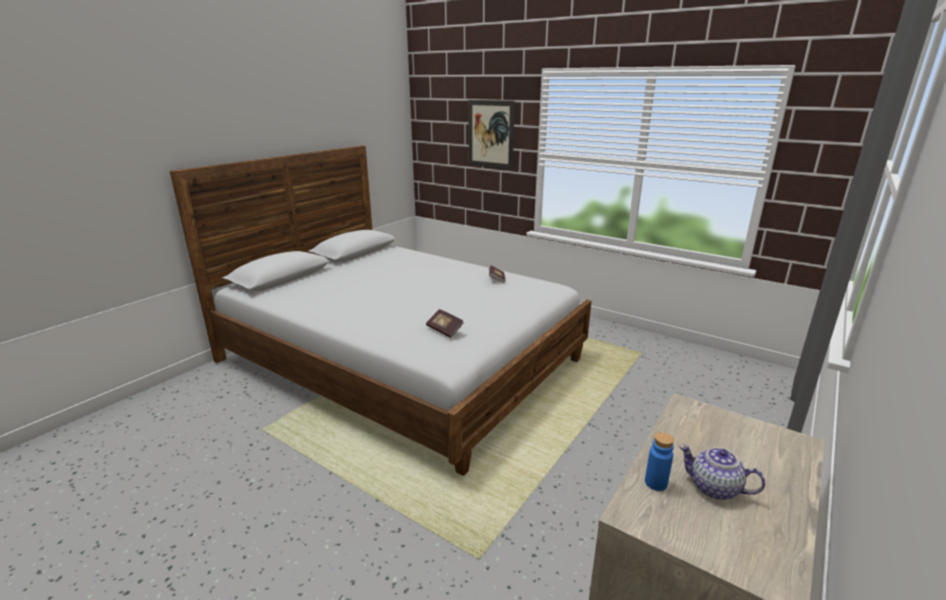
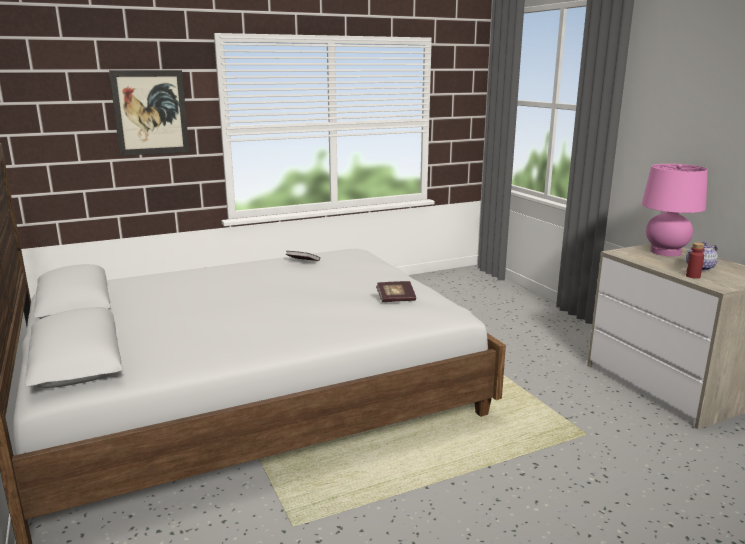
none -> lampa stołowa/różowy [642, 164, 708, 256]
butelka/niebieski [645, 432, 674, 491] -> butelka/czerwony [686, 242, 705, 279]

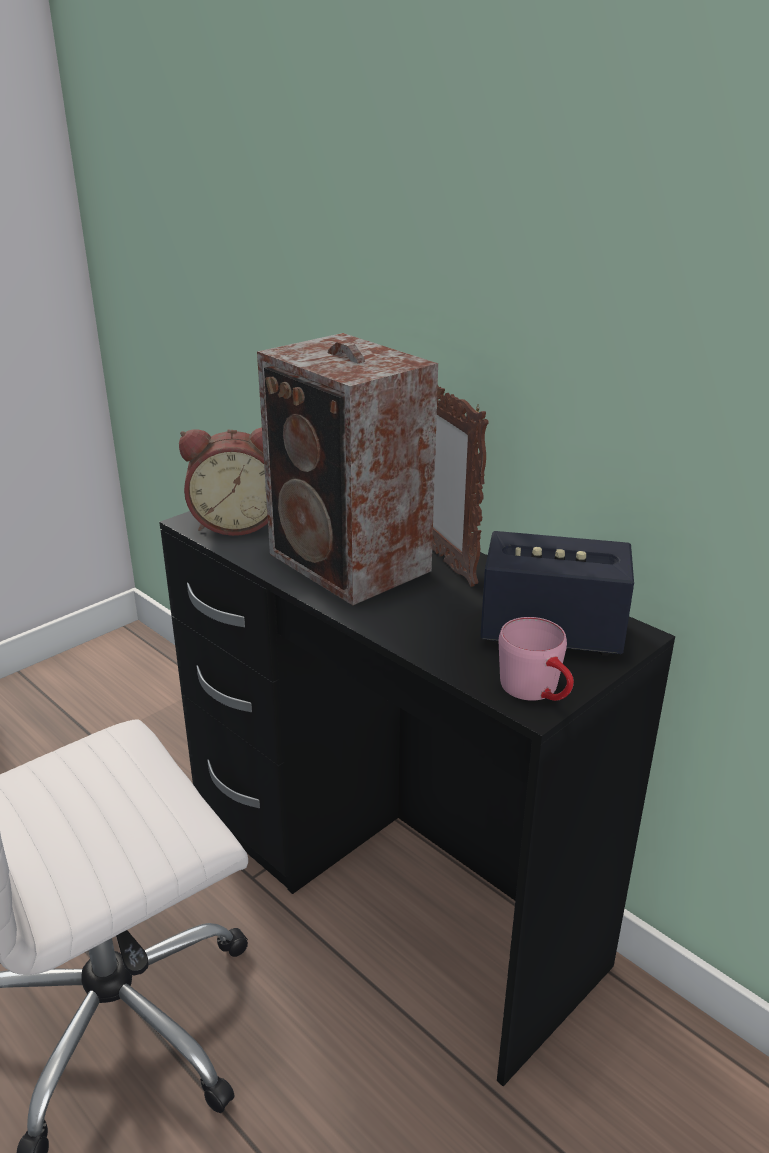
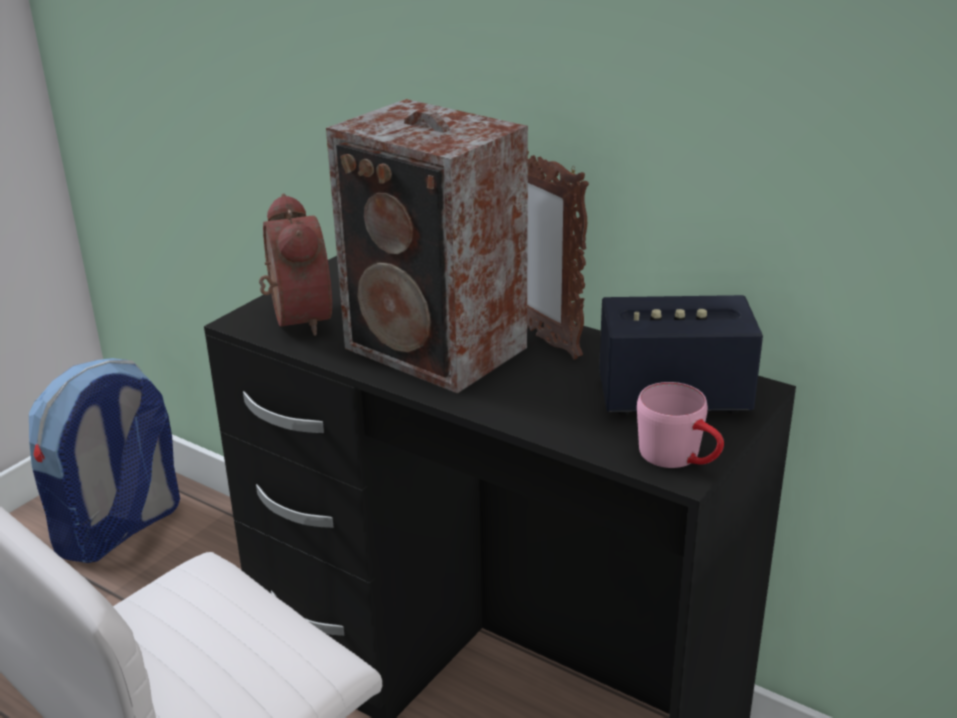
none -> plecak [29, 358, 180, 563]
budzik [179, 427, 268, 536] -> budzik [259, 194, 332, 336], 90 degrees counterclockwise

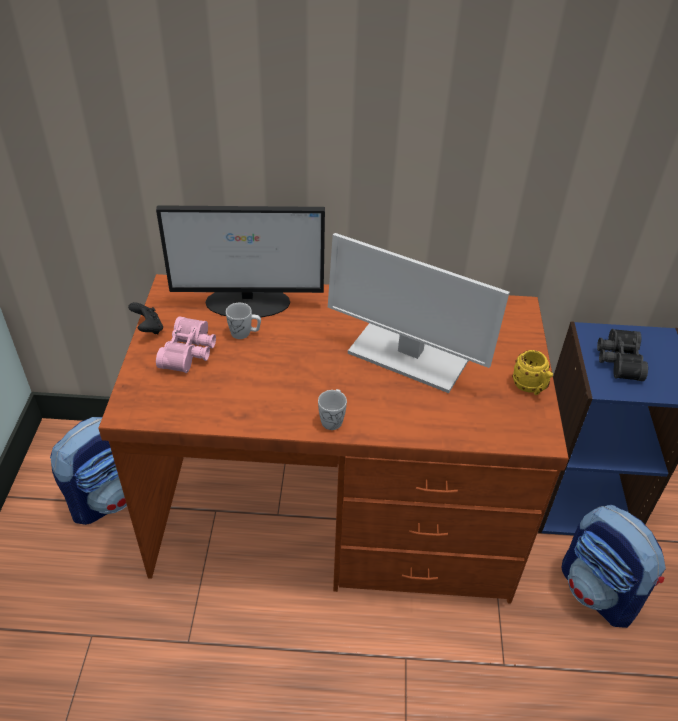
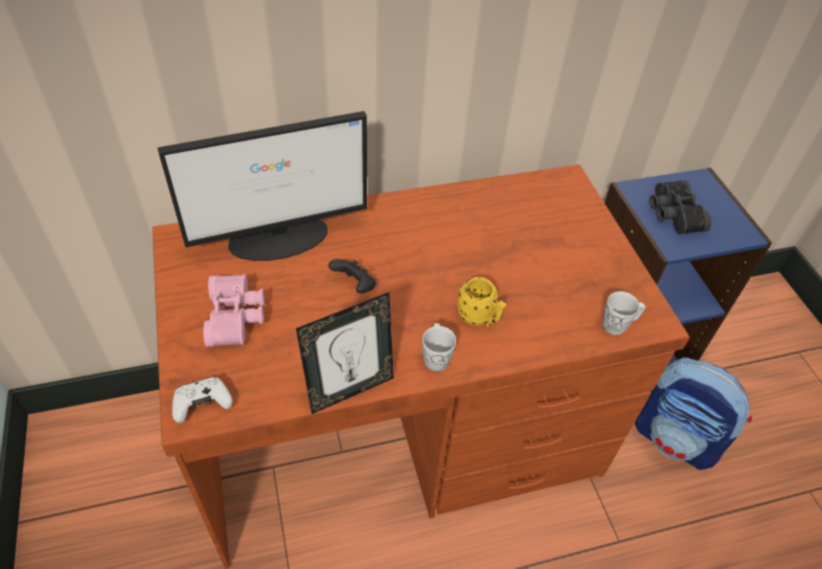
none -> pad do gier/biały [172, 377, 233, 424]
none -> ramka na zdjęcie [296, 292, 394, 414]
pad do gier/czarny [128, 302, 163, 334] -> pad do gier/czarny [328, 259, 376, 293], relocated
kubek/żółty [512, 350, 553, 395] -> kubek/żółty [457, 277, 506, 327], relocated
kubek/biały [226, 303, 261, 339] -> kubek/biały [602, 291, 646, 335], relocated
plecak [50, 417, 127, 525] -> none
monitor [328, 233, 510, 393] -> none

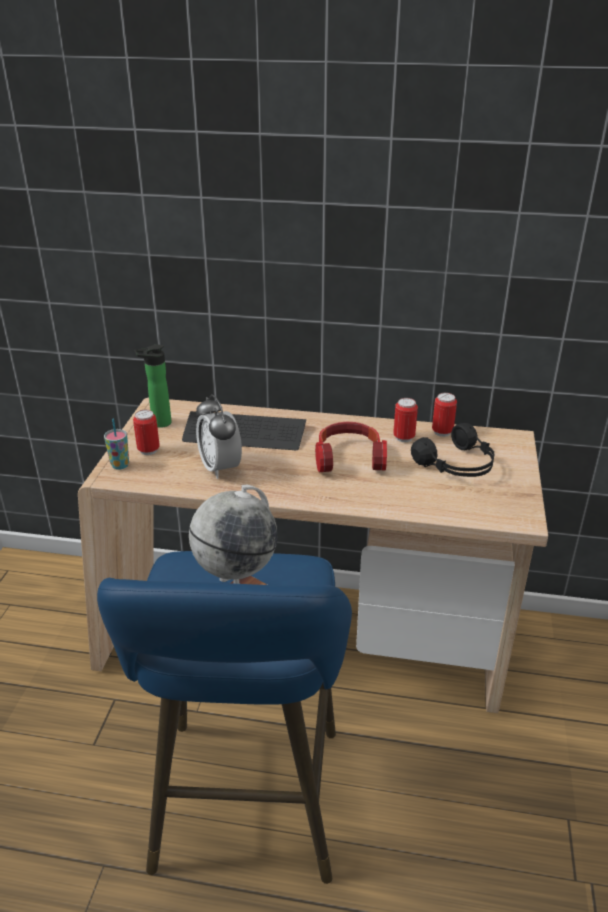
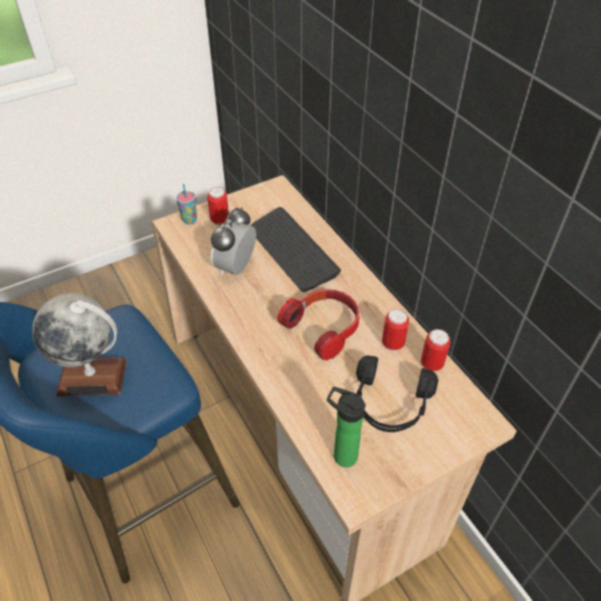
butelka [134, 345, 172, 428] -> butelka [327, 387, 366, 467], relocated

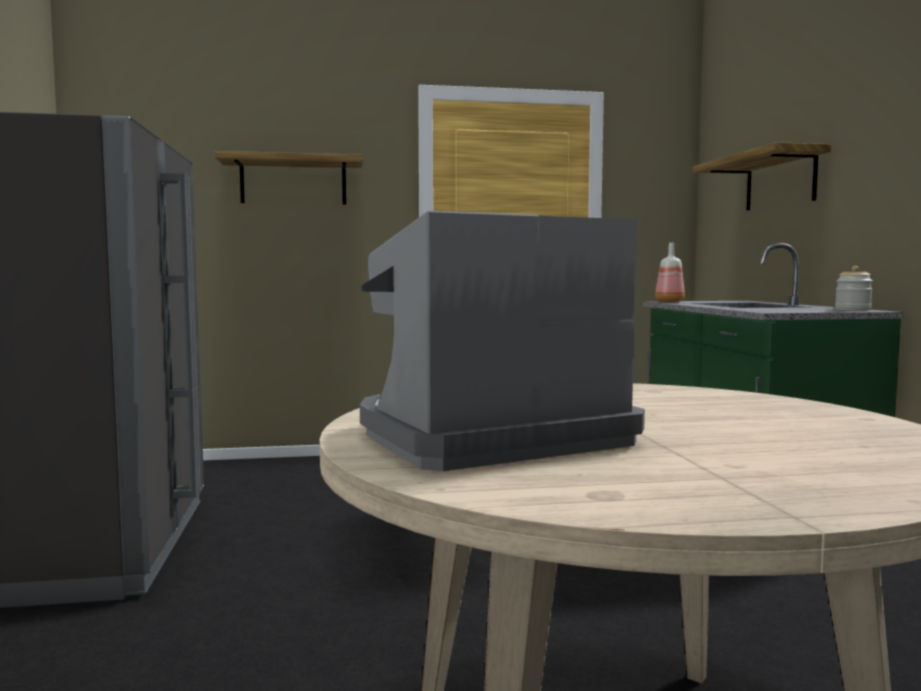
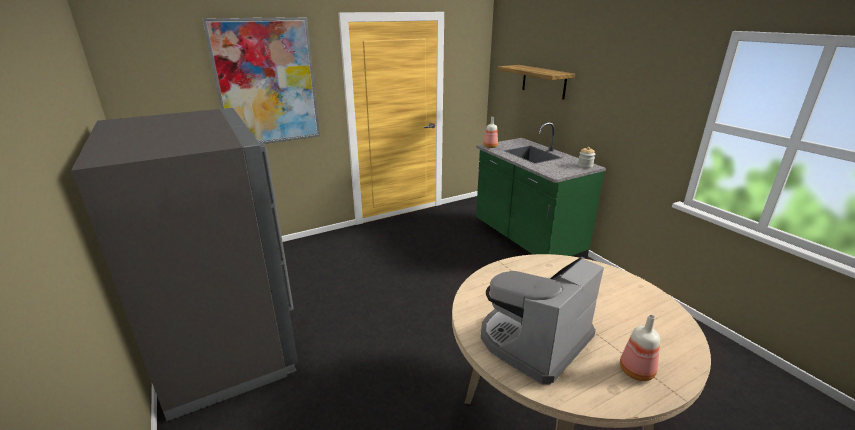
półka [215, 151, 363, 205] -> obraz [202, 17, 320, 144]
none -> butelka [620, 314, 660, 381]

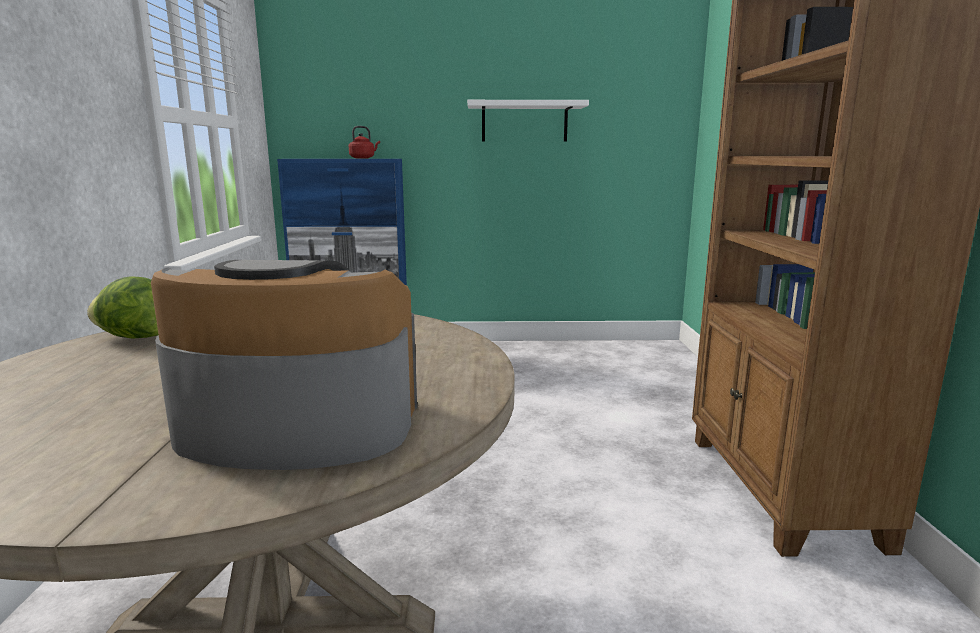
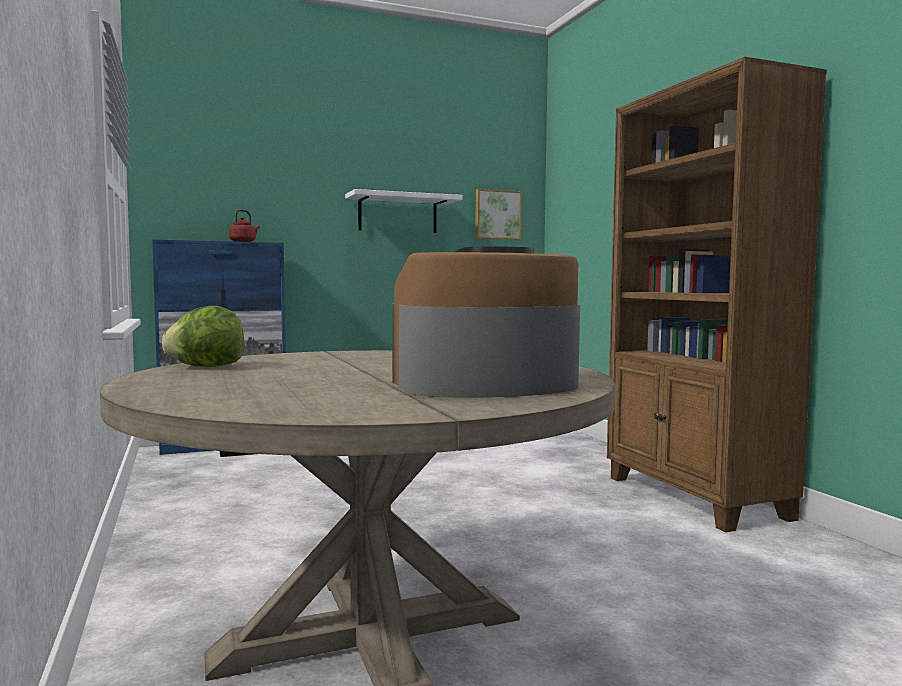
none -> obraz [475, 189, 522, 239]

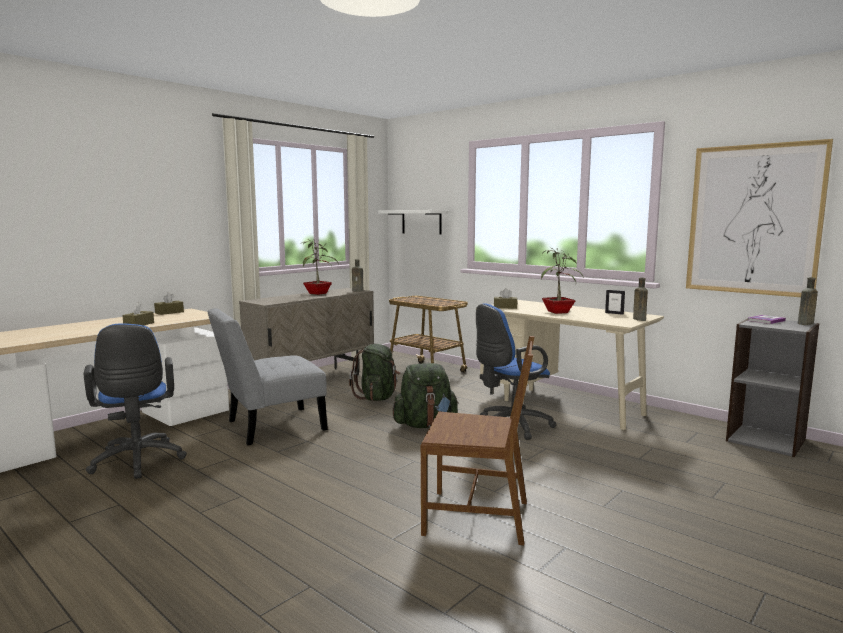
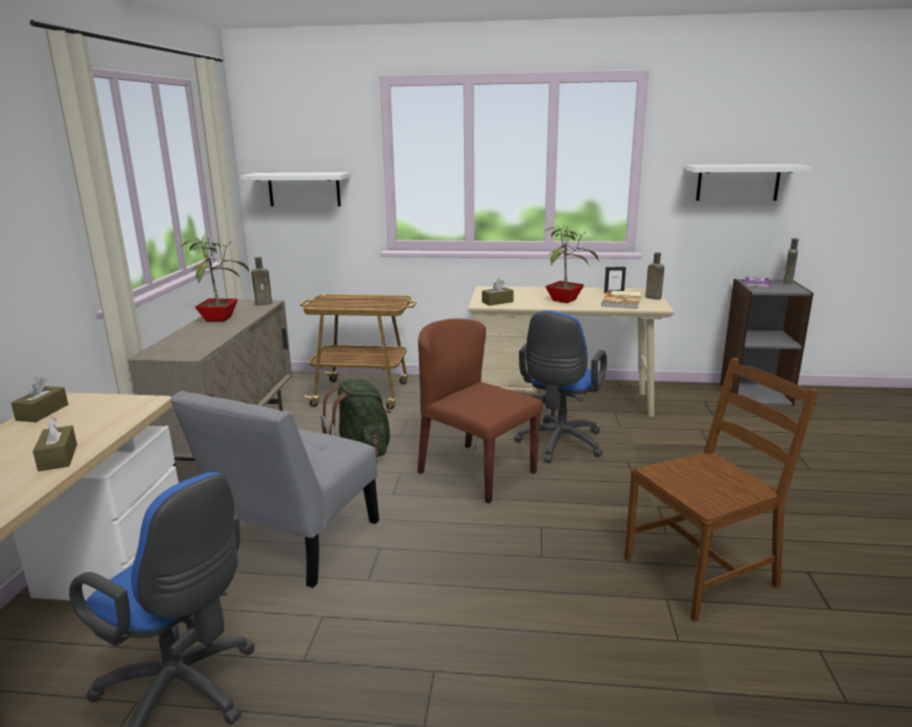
plecak/zielony [393, 363, 459, 428] -> krzesło/brązowy [418, 319, 543, 503]
none -> książka [602, 290, 641, 309]
obraz [686, 139, 833, 297] -> półka/biały [686, 164, 811, 201]

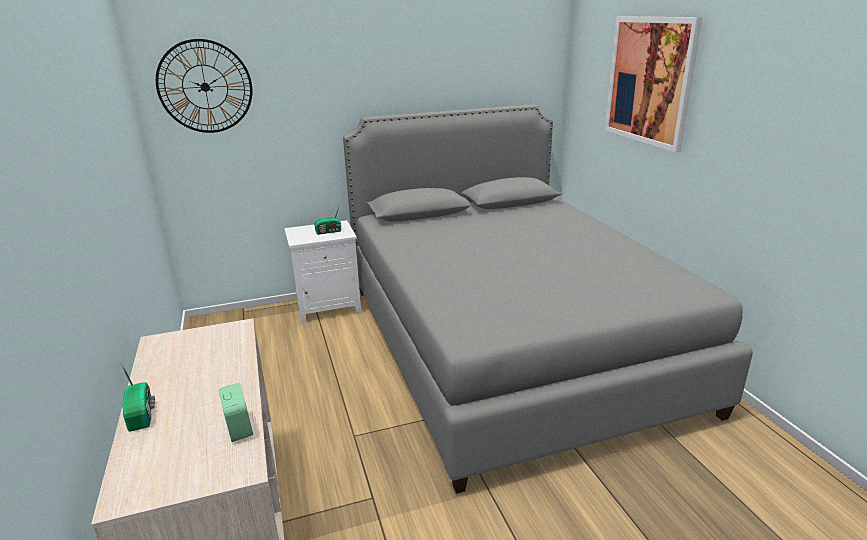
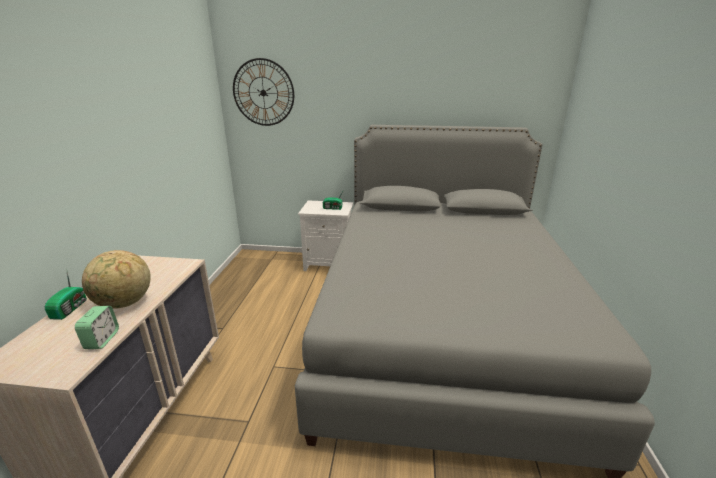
none -> globus [82, 250, 151, 309]
obraz [605, 16, 702, 153] -> none

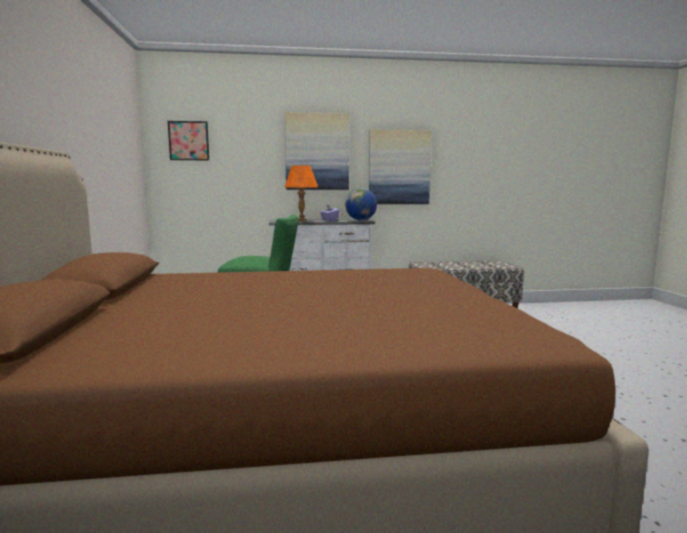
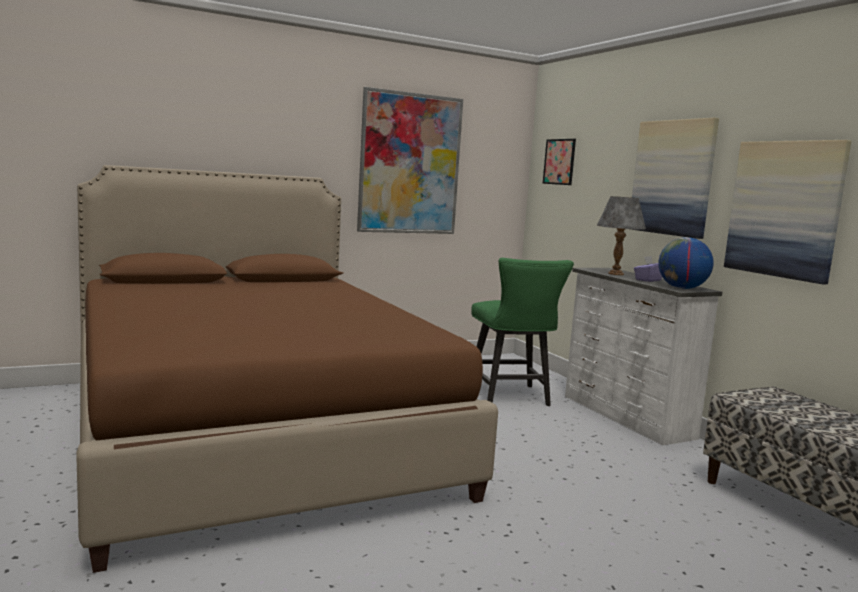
none -> obraz [357, 87, 463, 234]
lampa stołowa/pomarańczowy [284, 165, 318, 221] -> lampa stołowa/szary [597, 196, 646, 275]

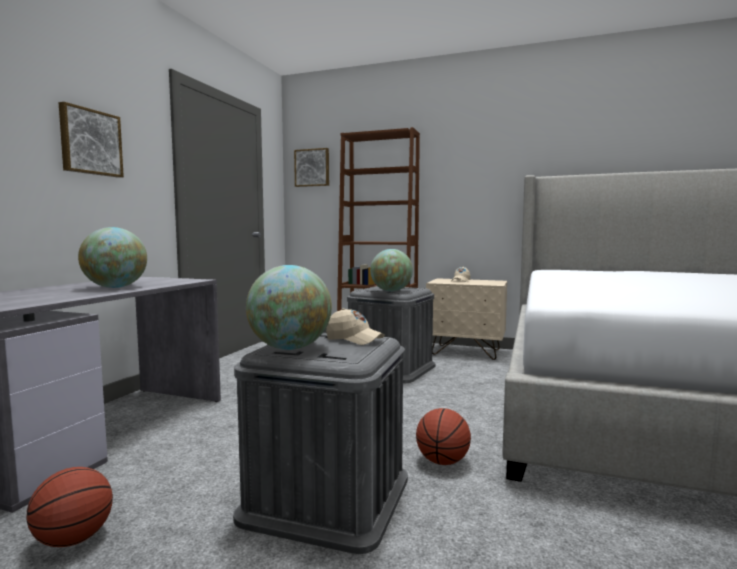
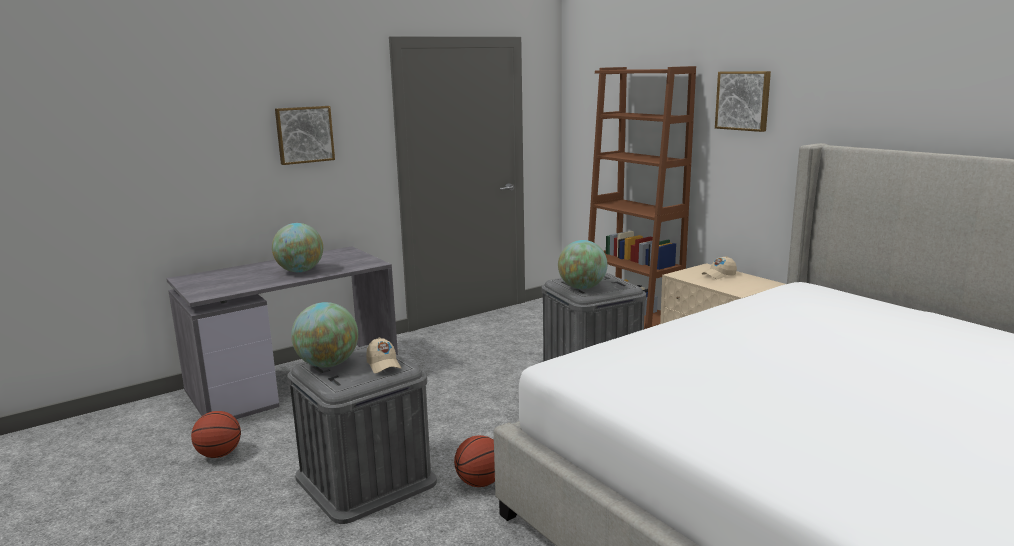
obraz [294, 148, 329, 187] -> obraz [715, 71, 771, 132], relocated

